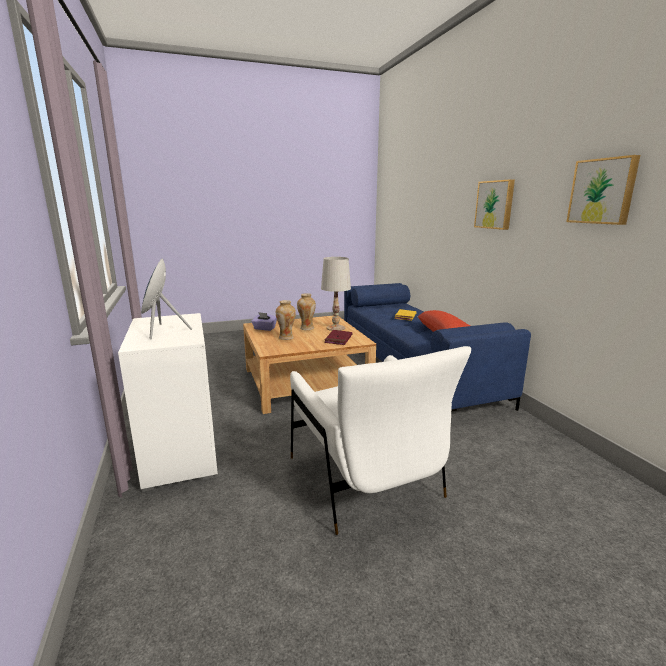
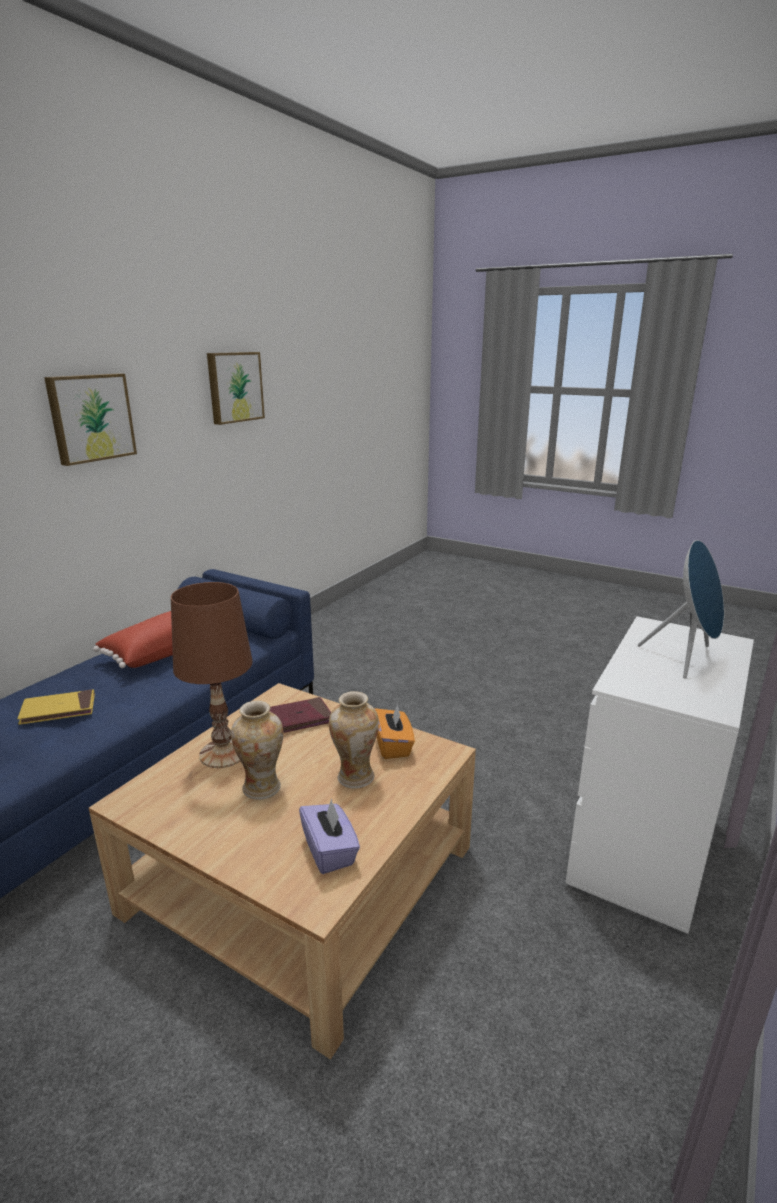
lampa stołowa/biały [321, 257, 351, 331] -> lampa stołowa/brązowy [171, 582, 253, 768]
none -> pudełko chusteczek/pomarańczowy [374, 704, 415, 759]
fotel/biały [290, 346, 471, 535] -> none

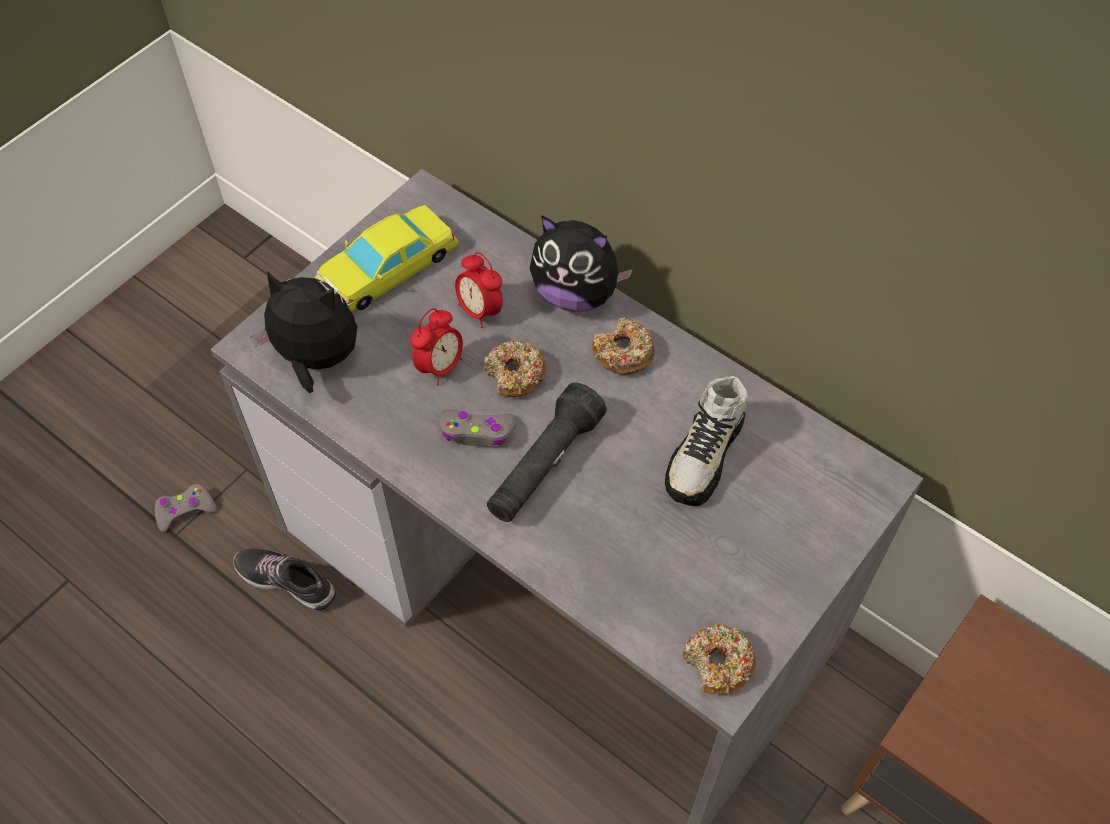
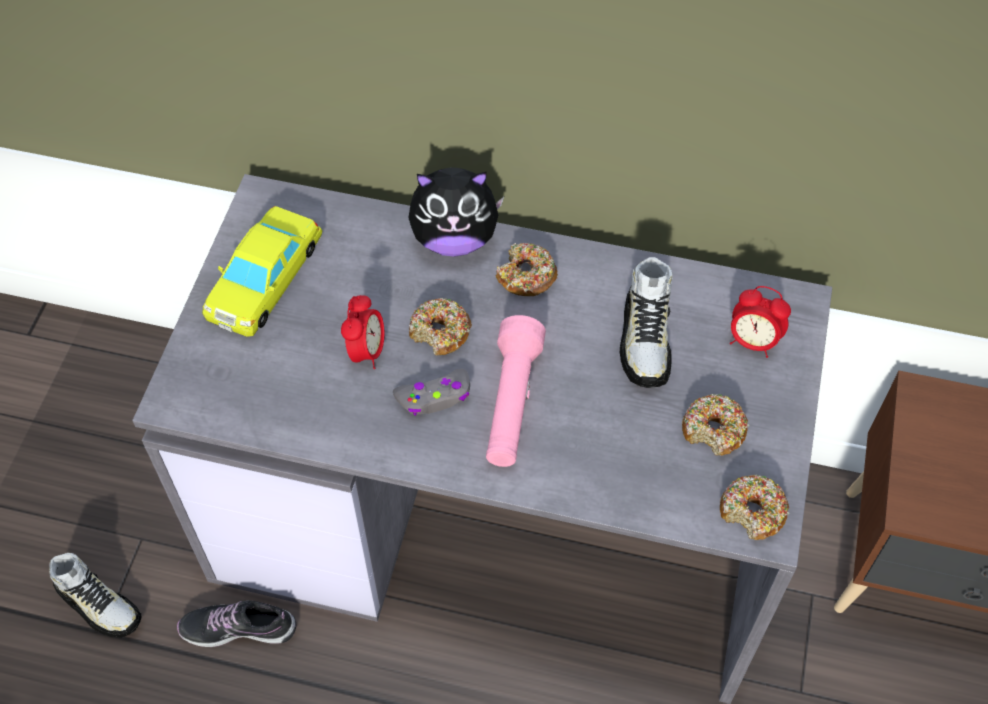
pad do gier/szary [155, 484, 216, 532] -> but [49, 553, 142, 638]
latarka/czarny [487, 383, 607, 522] -> latarka/różowy [486, 315, 546, 467]
none -> donut [682, 394, 749, 456]
budzik [455, 252, 503, 328] -> budzik [730, 286, 791, 358], relocated
pluszak [250, 271, 357, 394] -> none

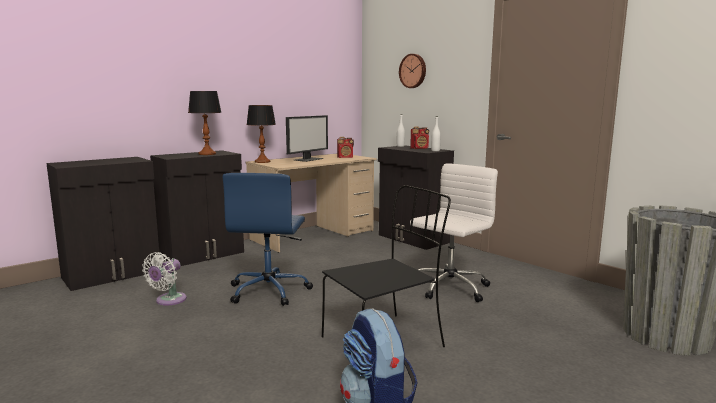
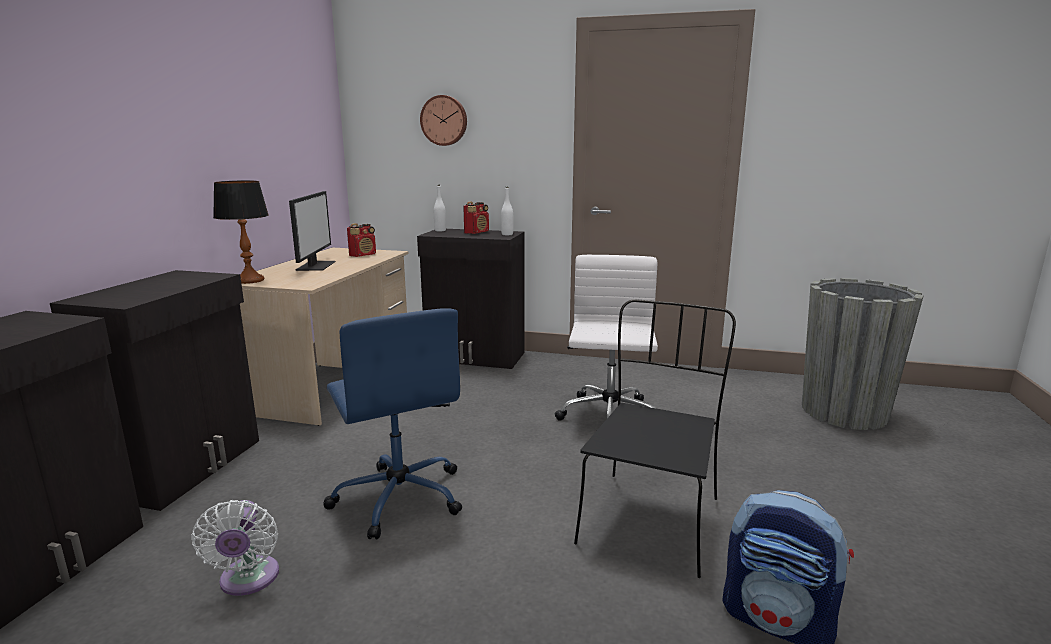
lampa stołowa [188, 91, 222, 155] -> none

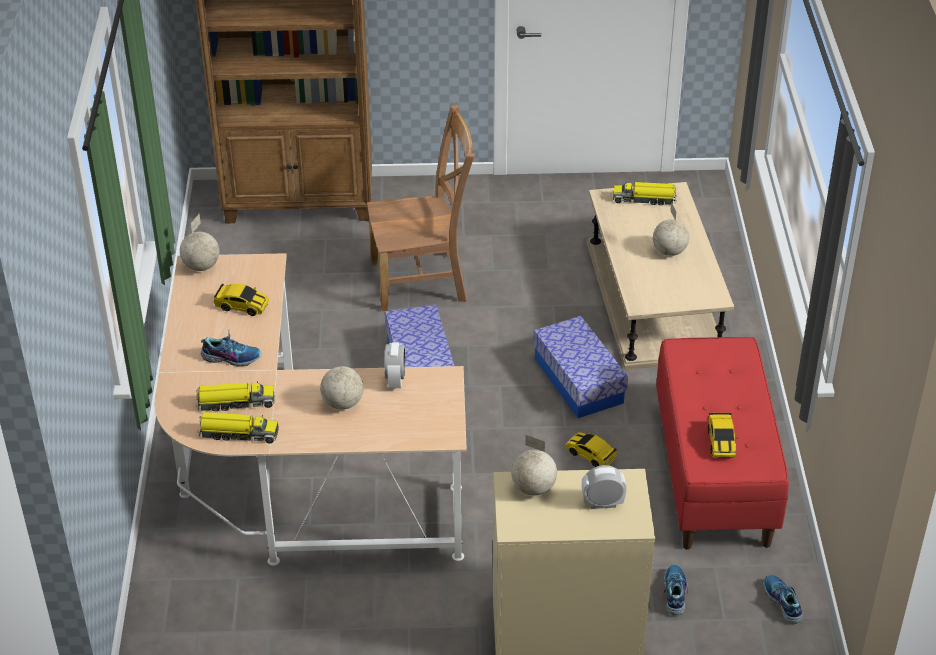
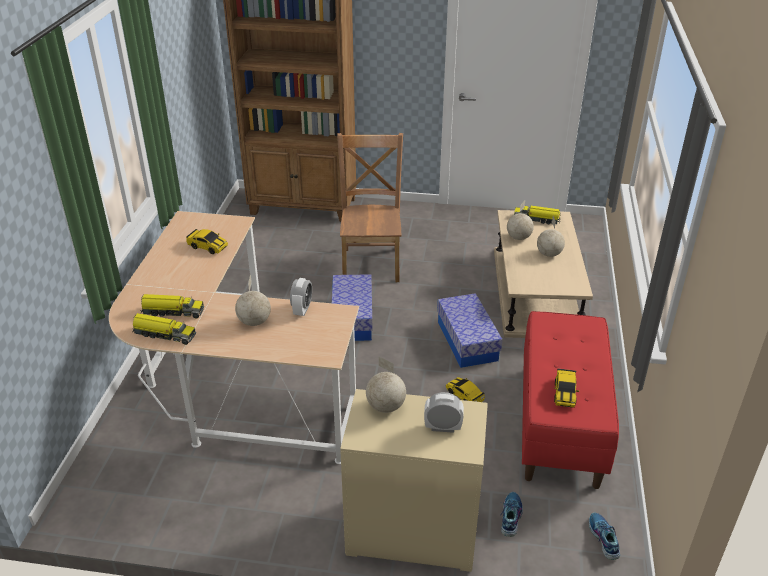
krzesło/brązowy [367, 105, 475, 311] -> krzesło/brązowy [337, 133, 403, 282], 90 degrees counterclockwise
globus [180, 214, 219, 271] -> globus [507, 201, 534, 240], relocated
but [201, 333, 262, 367] -> none

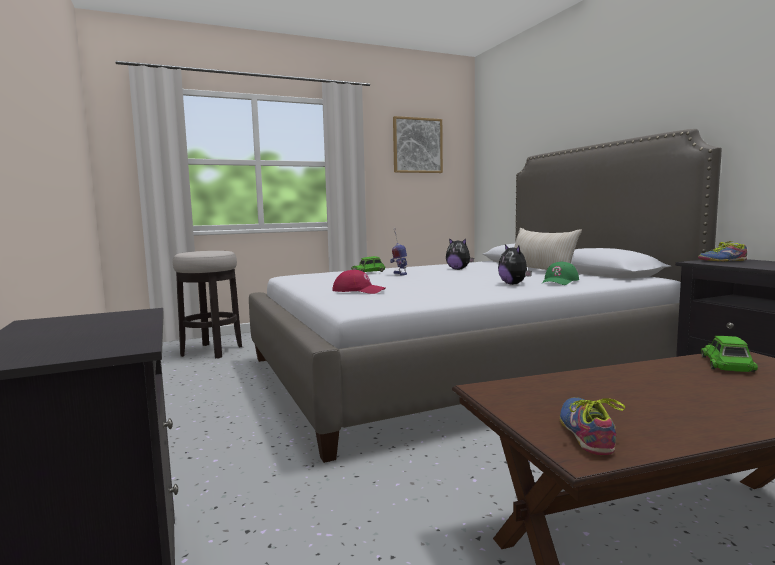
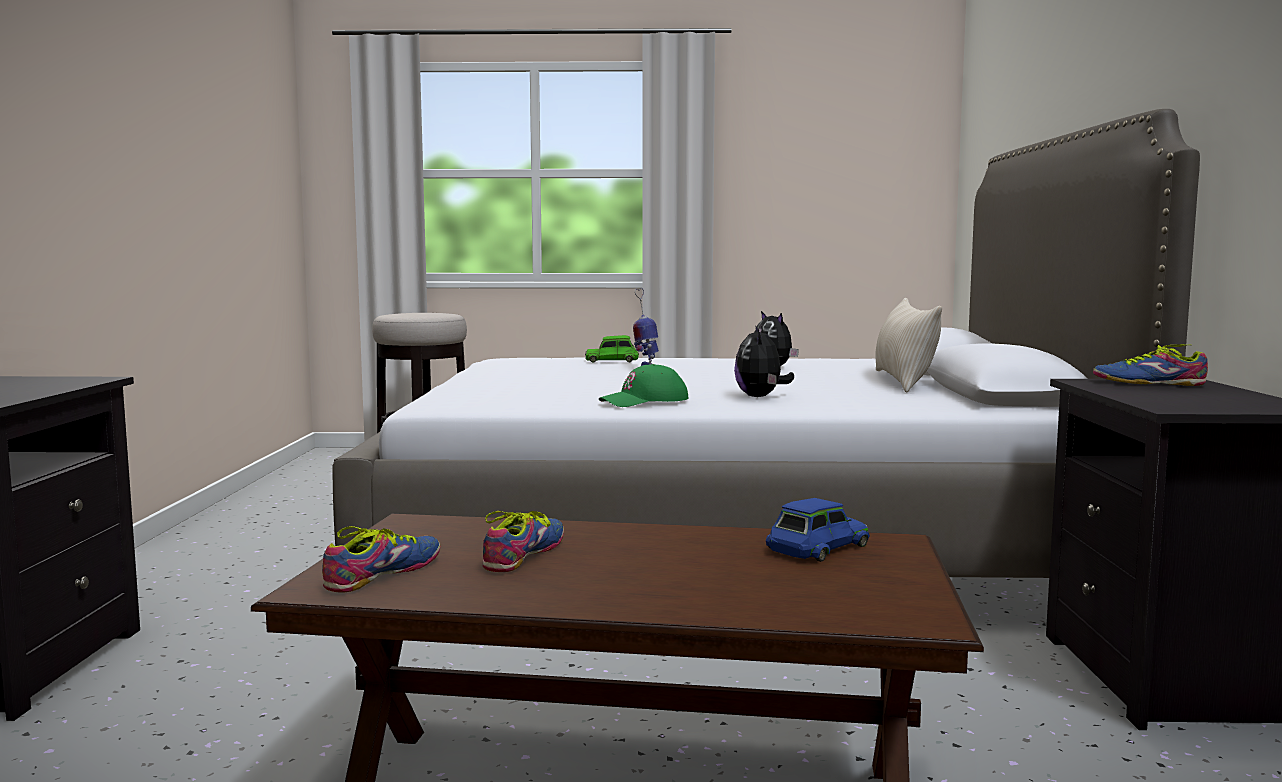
none -> but [482, 511, 564, 572]
czapka z daszkiem/zielony [542, 261, 579, 285] -> czapka z daszkiem/zielony [599, 364, 689, 407], relocated
samochodzik/zielony [701, 336, 758, 372] -> samochodzik/niebieski [766, 498, 870, 562]
czapka z daszkiem/czerwony [332, 270, 386, 294] -> none
obraz [393, 116, 443, 173] -> none

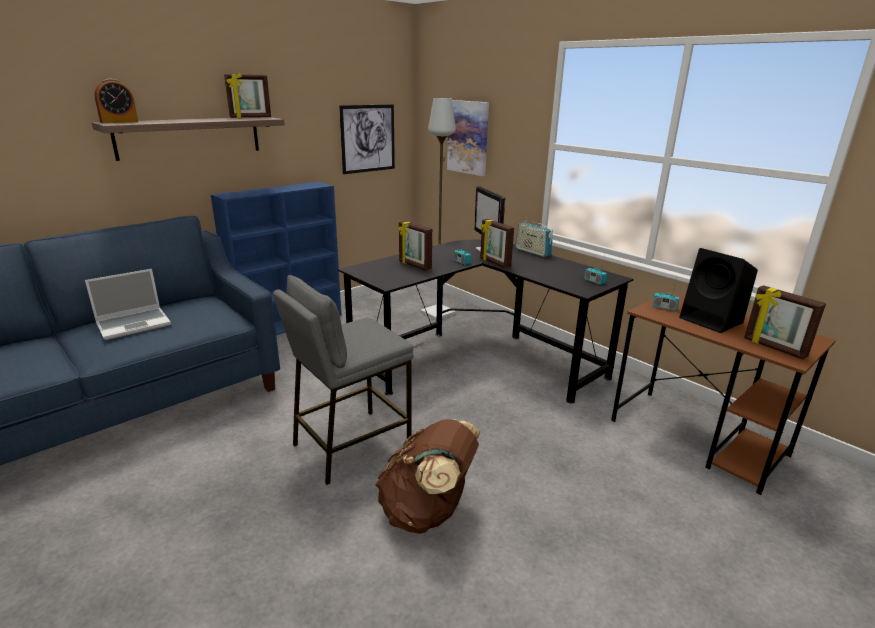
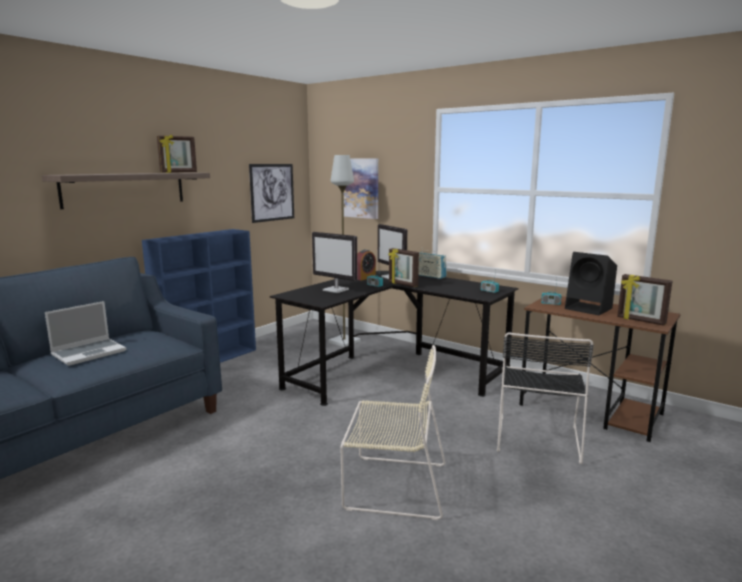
ramka na zdjęcie [398, 221, 432, 271] -> monitor [312, 232, 357, 293]
plecak/brązowy [375, 419, 480, 534] -> krzesło/beżowy [341, 345, 445, 520]
budzik [95, 79, 138, 123] -> budzik [357, 250, 376, 280], relocated
none -> krzesło/czarny [497, 332, 594, 464]
stołek/szary [273, 275, 414, 485] -> none

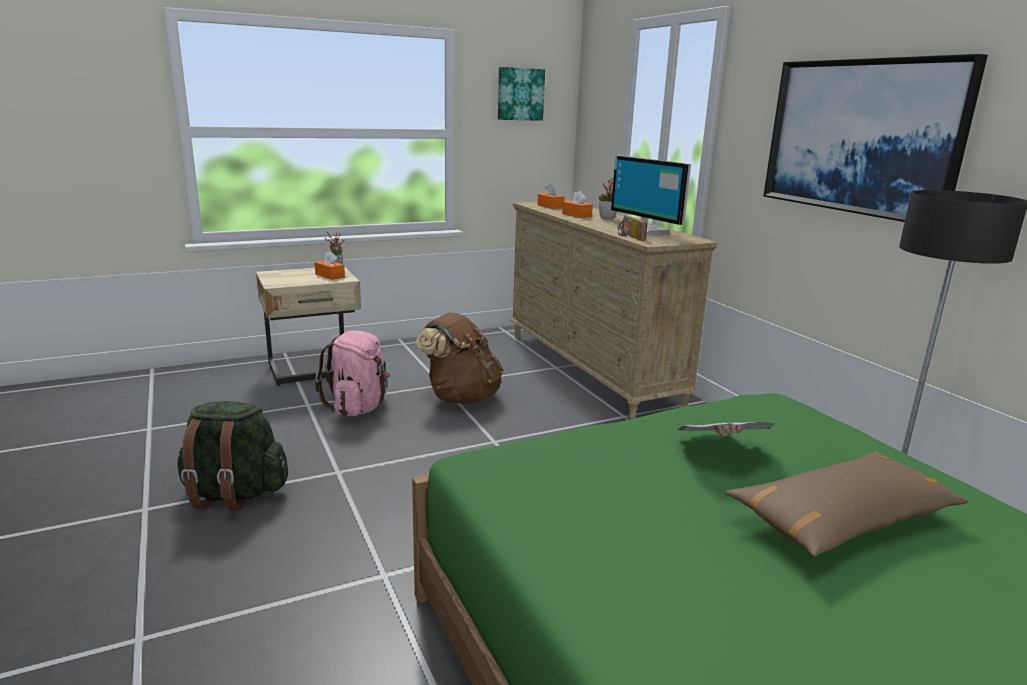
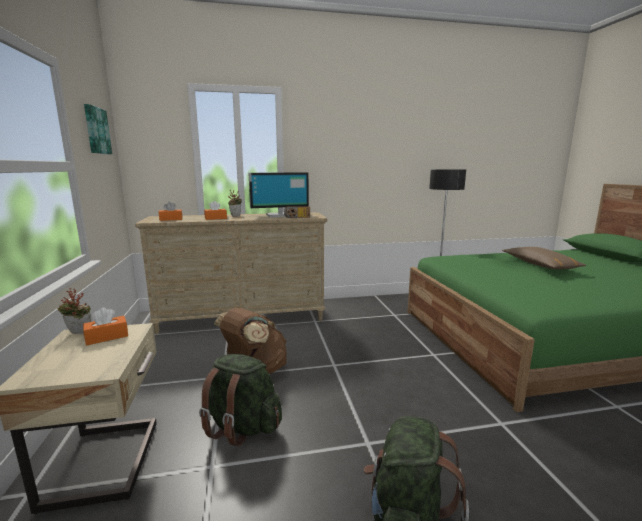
plecak/różowy [315, 331, 390, 416] -> plecak/zielony [199, 354, 282, 446]
gazeta [677, 422, 774, 437] -> none
obraz [763, 54, 988, 222] -> none

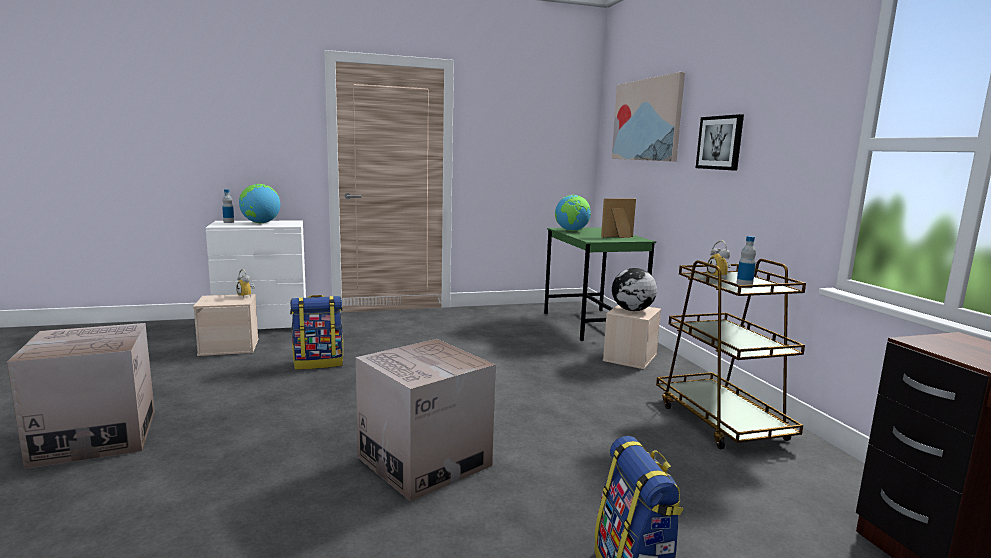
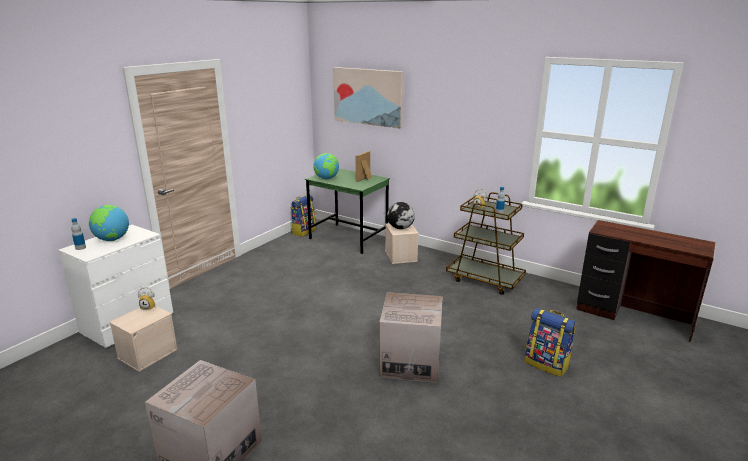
plecak [290, 295, 343, 370] -> plecak [291, 195, 316, 237], relocated
obraz [696, 114, 744, 171] -> none

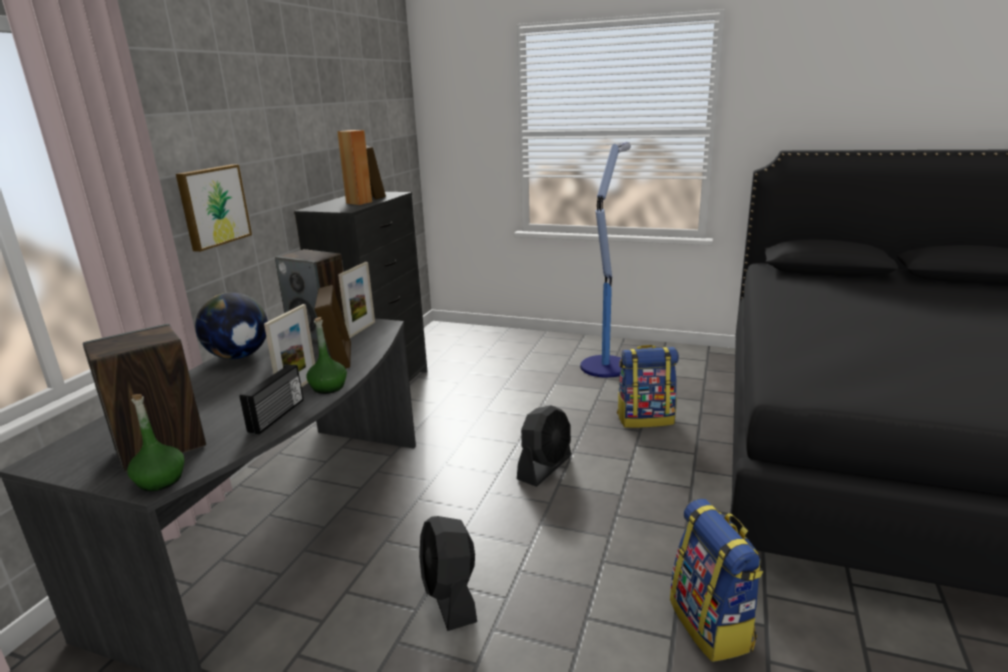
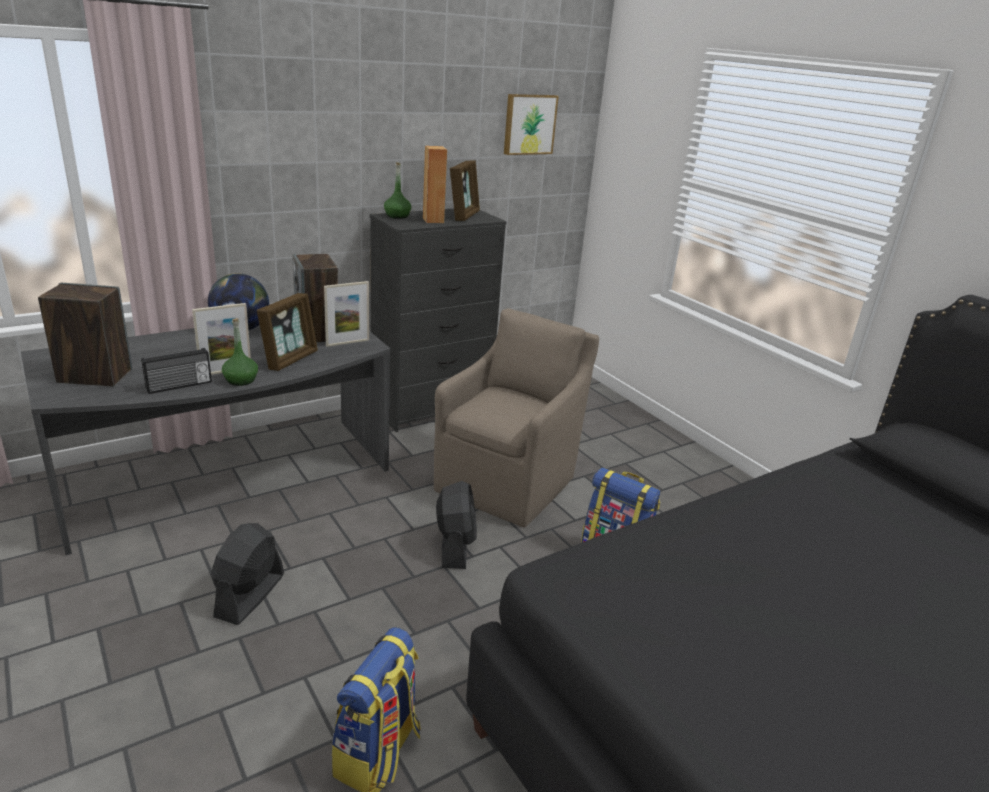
butelka/zielony [127, 394, 185, 491] -> butelka/zielony [384, 162, 411, 219], relocated
none -> fotel/brązowy [434, 308, 599, 527]
wentylator/czarny [517, 405, 571, 487] -> wentylator/czarny [436, 481, 477, 569], 75 degrees counterclockwise
obraz [176, 164, 252, 252] -> obraz [504, 94, 559, 155], relocated
lampa stojąca [580, 142, 631, 378] -> none

